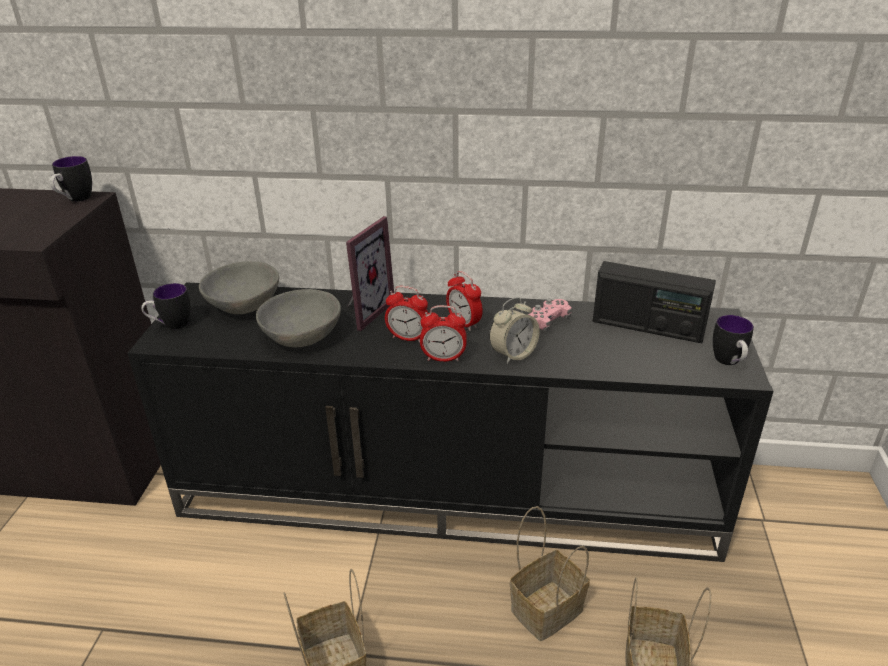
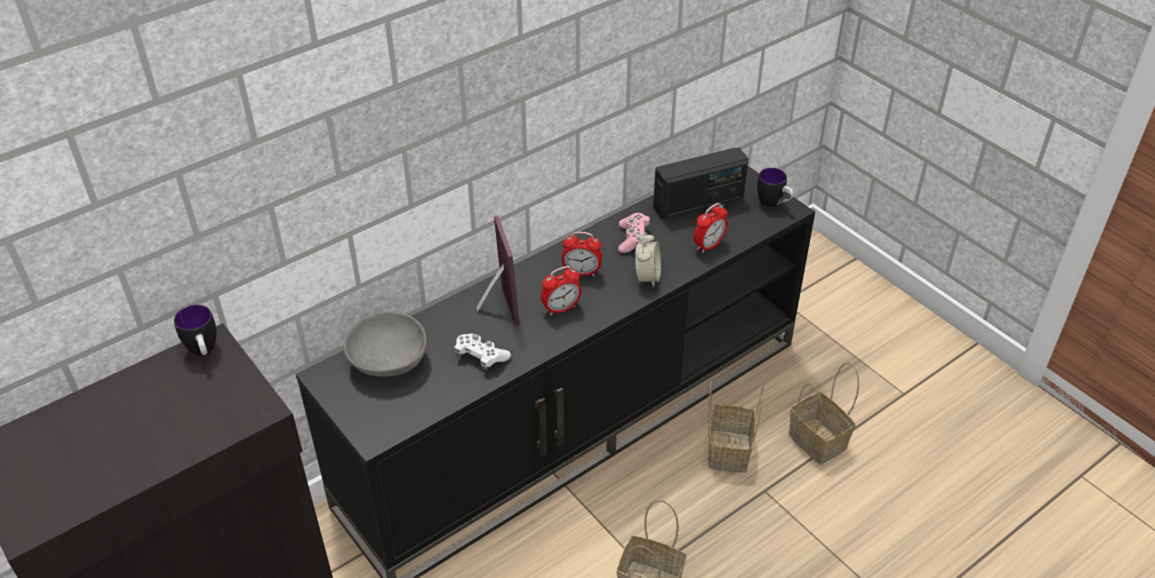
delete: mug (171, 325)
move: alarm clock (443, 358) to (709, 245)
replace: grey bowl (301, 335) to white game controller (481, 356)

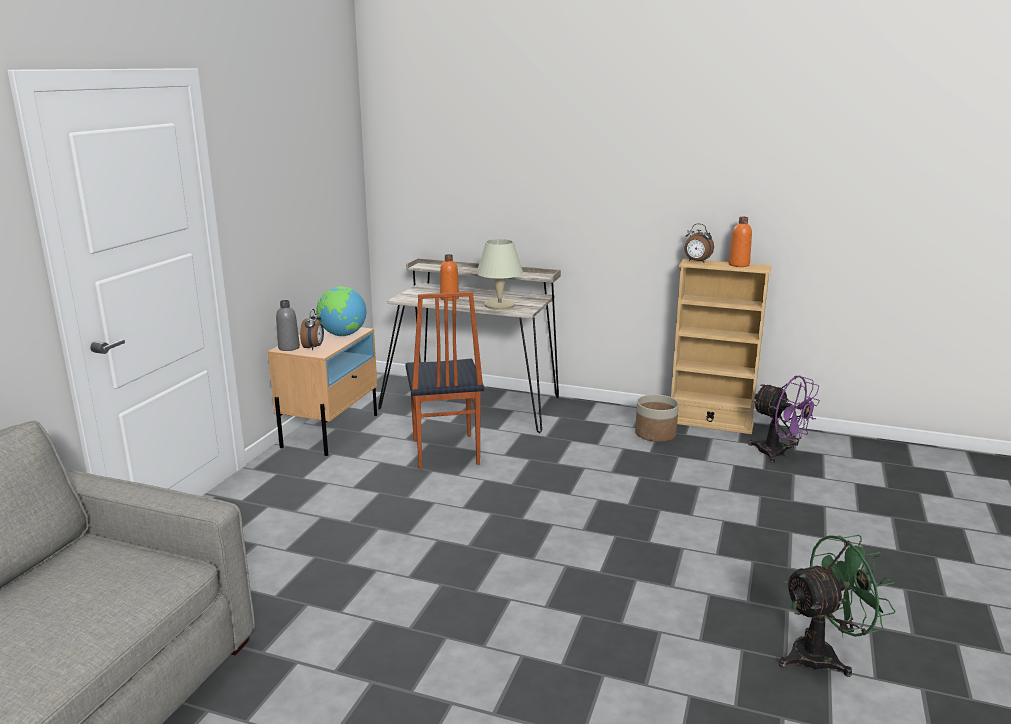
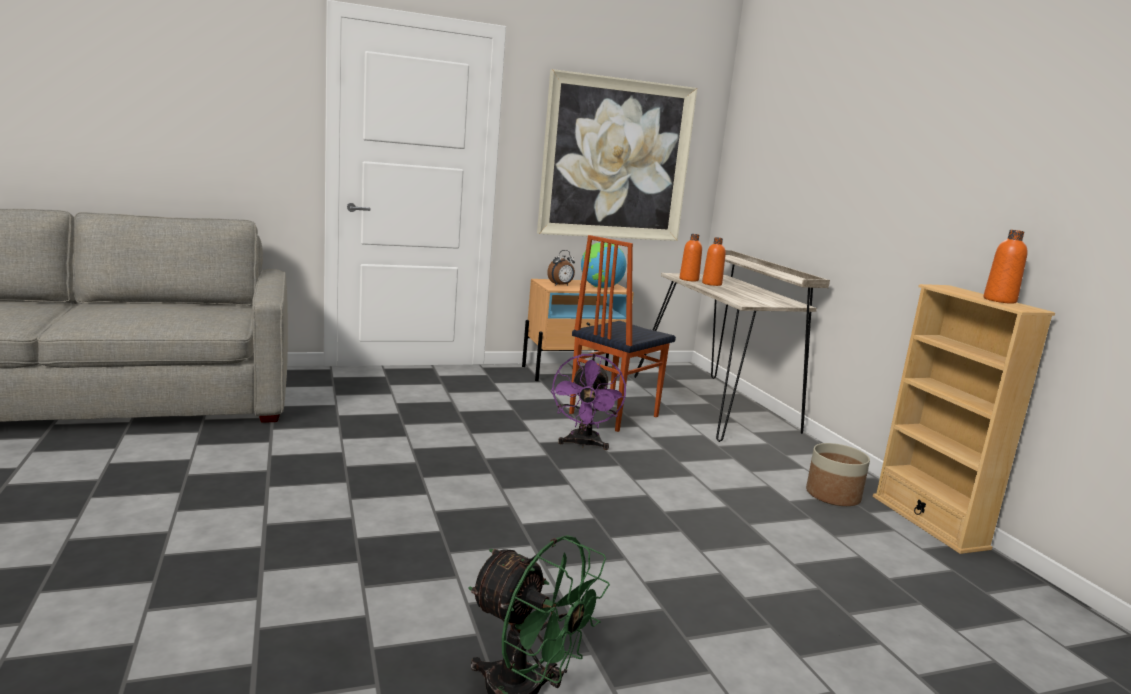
delete: alarm clock (696, 261); beige table lamp (499, 305); grey bottle (289, 348)
insert: picture (616, 160); orange bottle (689, 279)
move: purple fan (778, 454) to (583, 444)

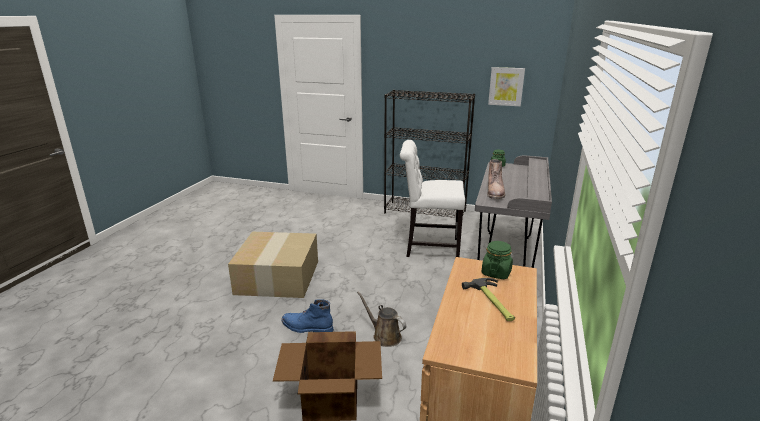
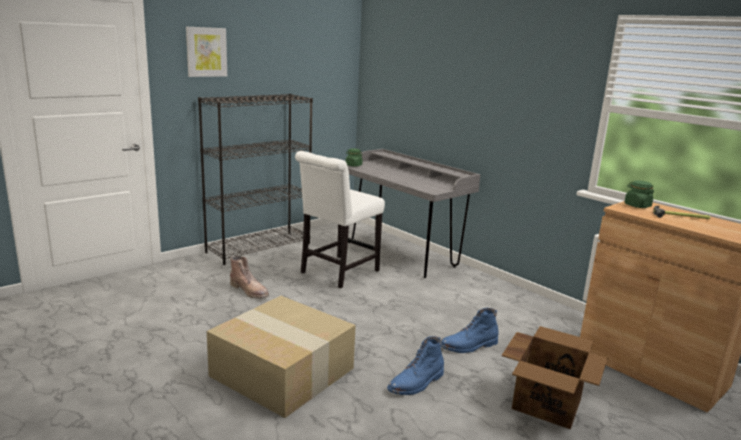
move: picture (506, 86) to (206, 52); brown boot (495, 192) to (250, 291)
replace: brown watering can (384, 336) to blue boot (469, 346)

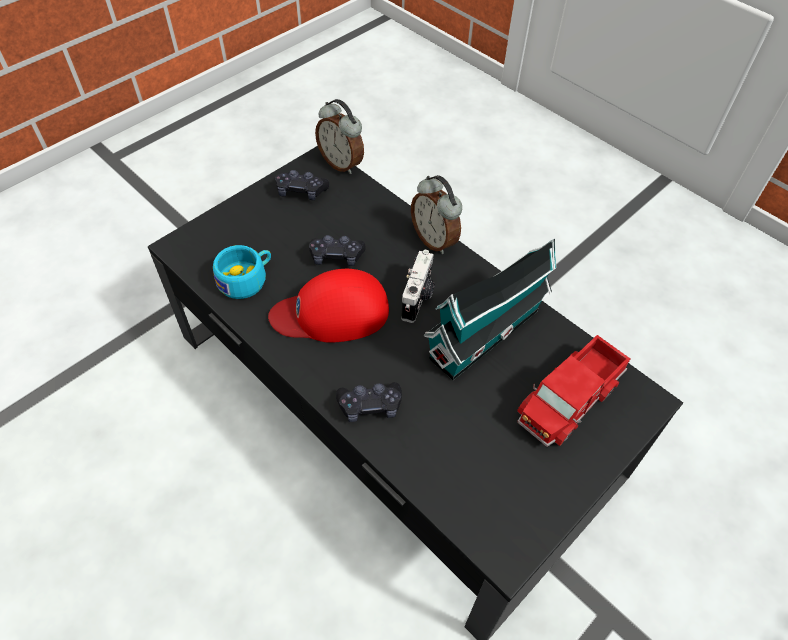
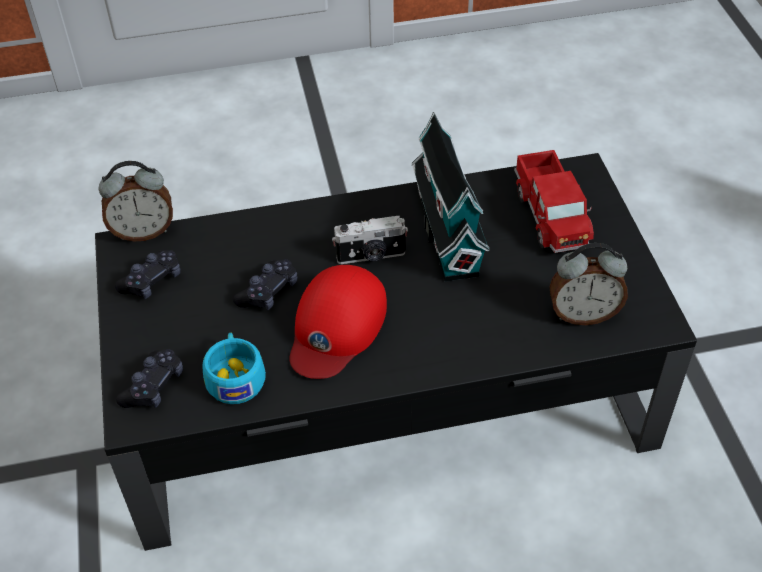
move: alarm clock (435, 240) to (583, 314); black game controller (370, 406) to (153, 386)
rotate: photo camera (418, 298) = (371, 256) 120 degrees clockwise

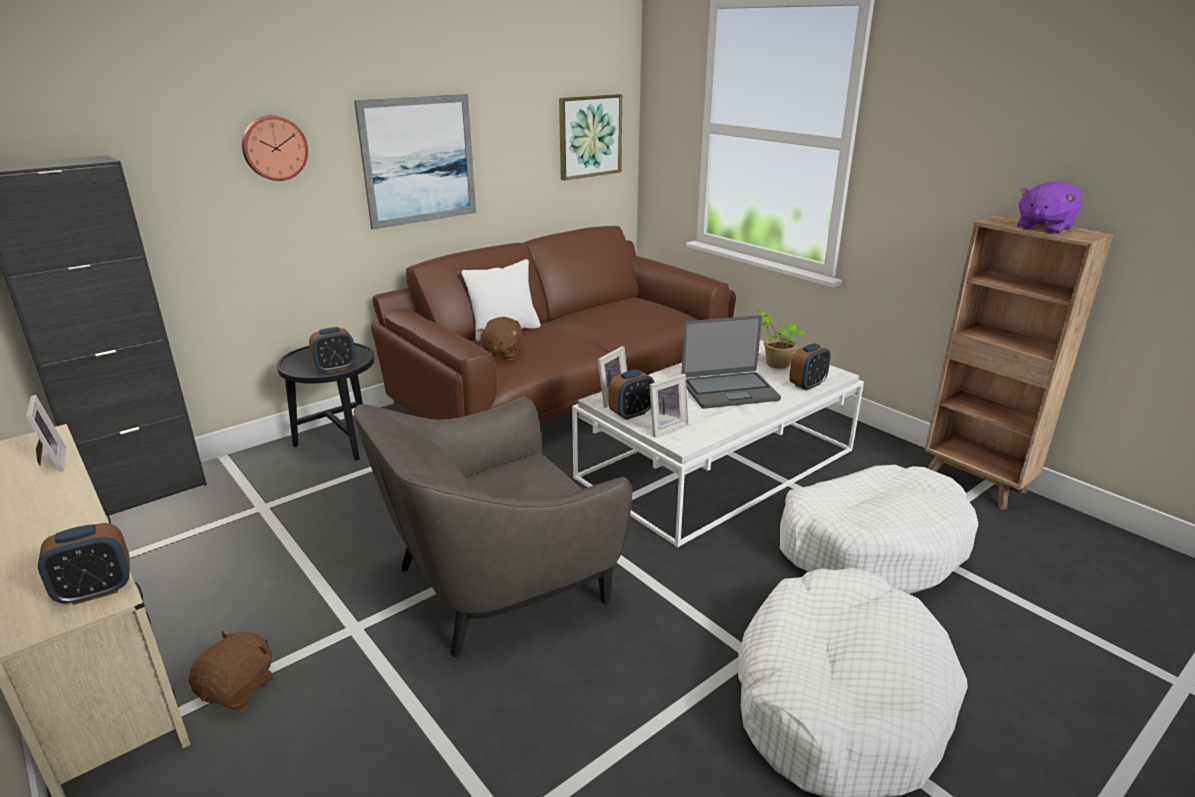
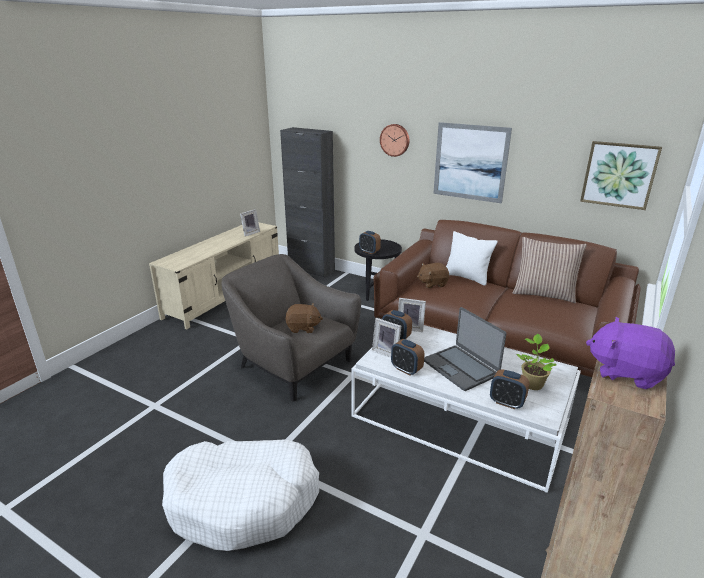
delete: white dog bed (872, 546)
insert: pillow (544, 294)
move: alarm clock (96, 591) to (406, 370); brown plush toy (239, 688) to (303, 328)

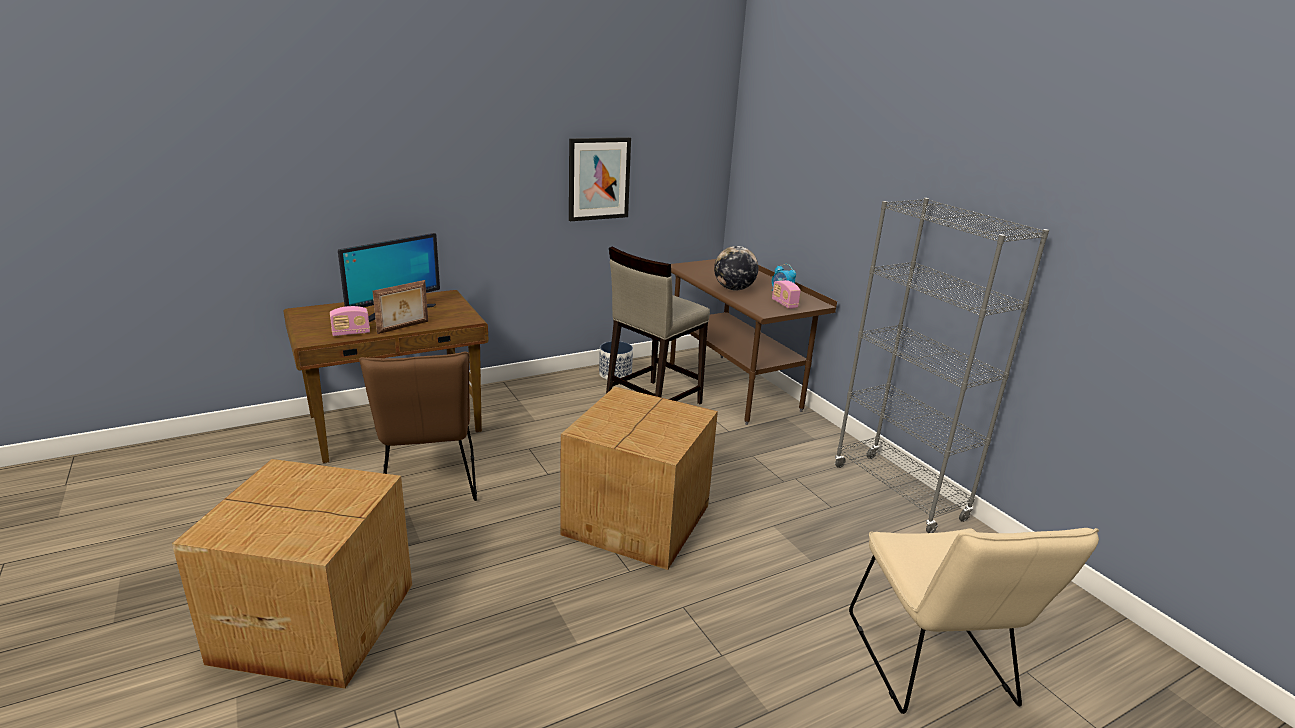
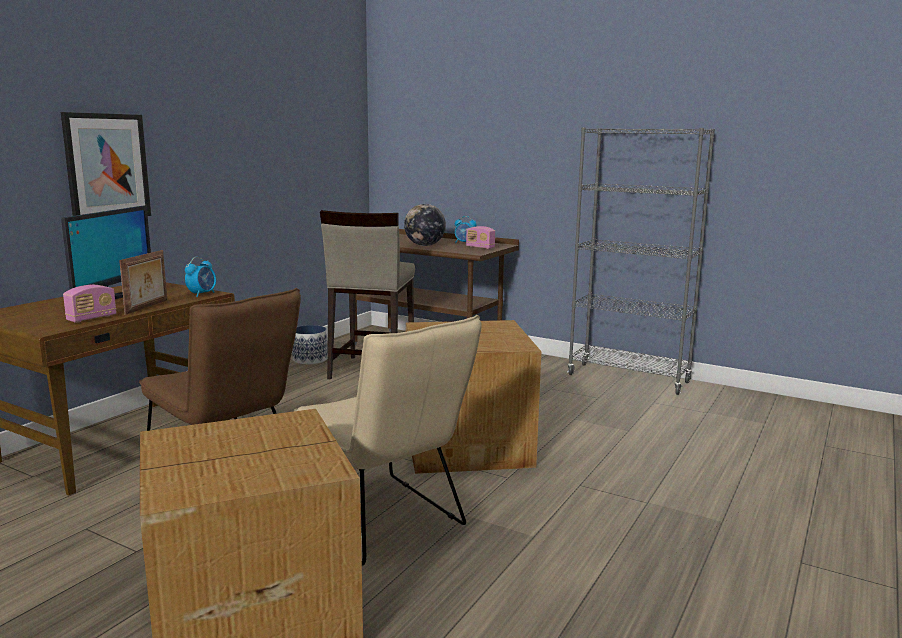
insert: alarm clock (202, 294)
move: picture (599, 179) to (107, 167); beige chair (934, 667) to (385, 522)

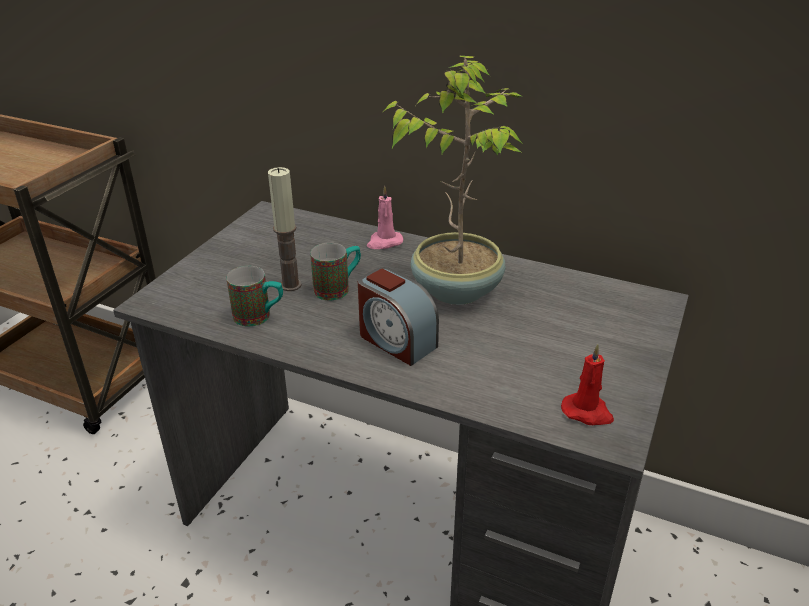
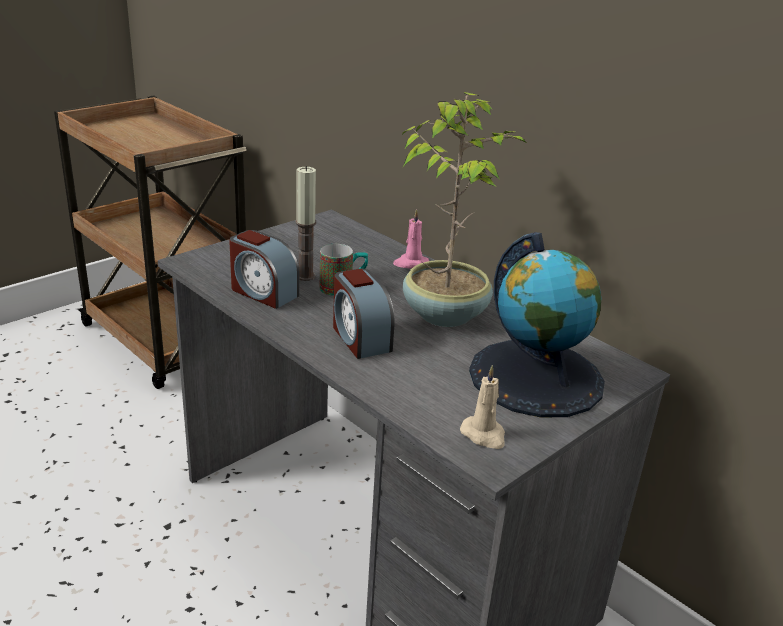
insert: globe (536, 377)
replace: mug (259, 317) to alarm clock (263, 292)
recolor: red candle (587, 412) to beige candle (484, 435)

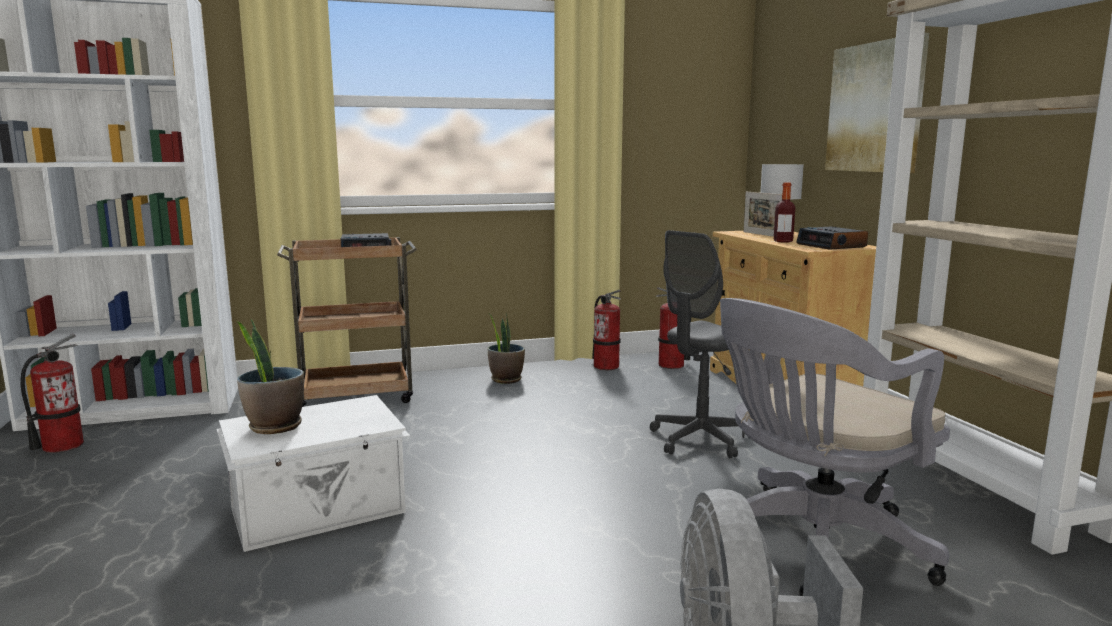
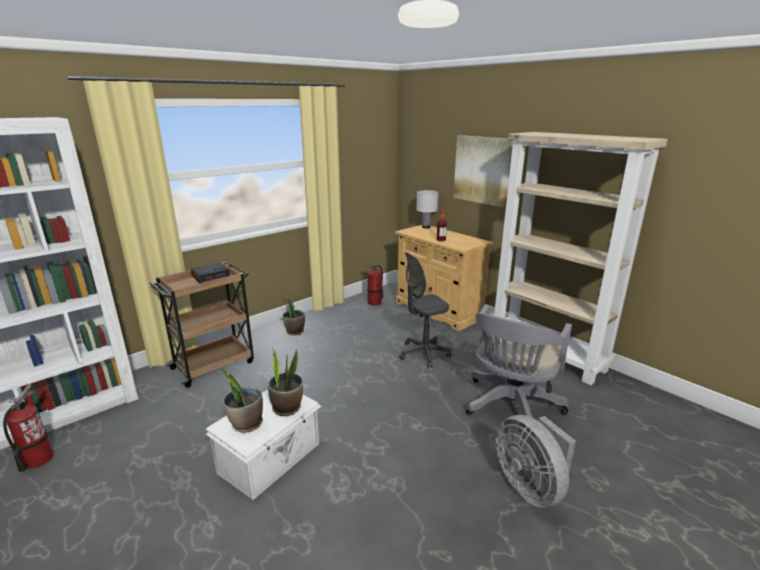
delete: picture frame (762, 234); alarm clock (832, 245); fire extinguisher (606, 366)
insert: potted plant (287, 407)
rotate: grey office chair (699, 440) = (424, 354) 45 degrees clockwise

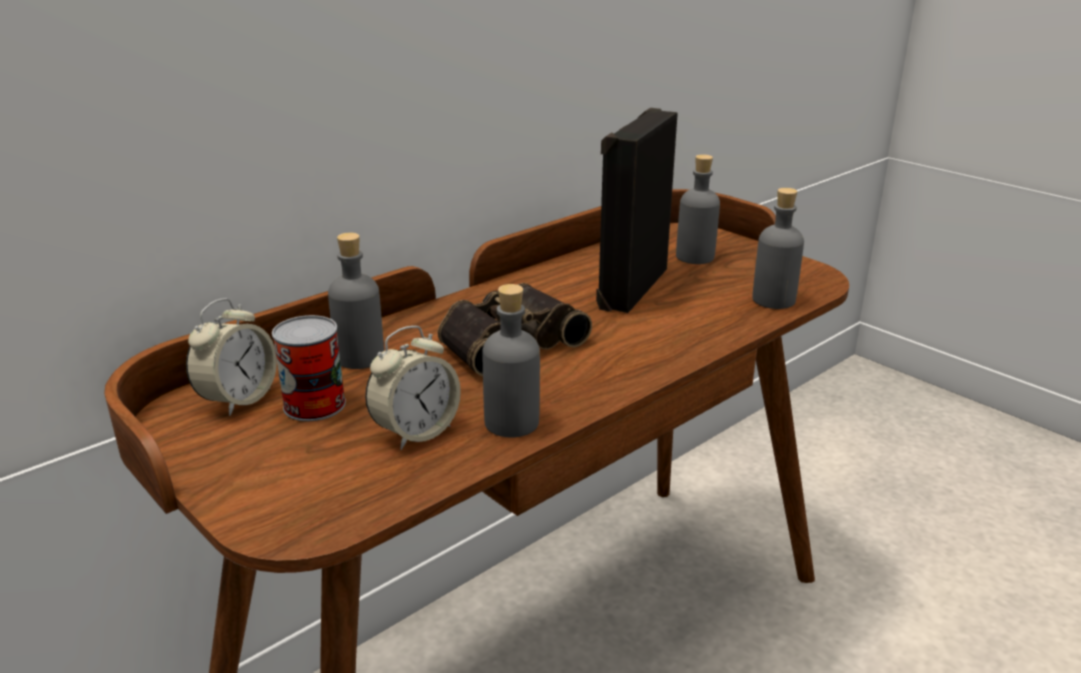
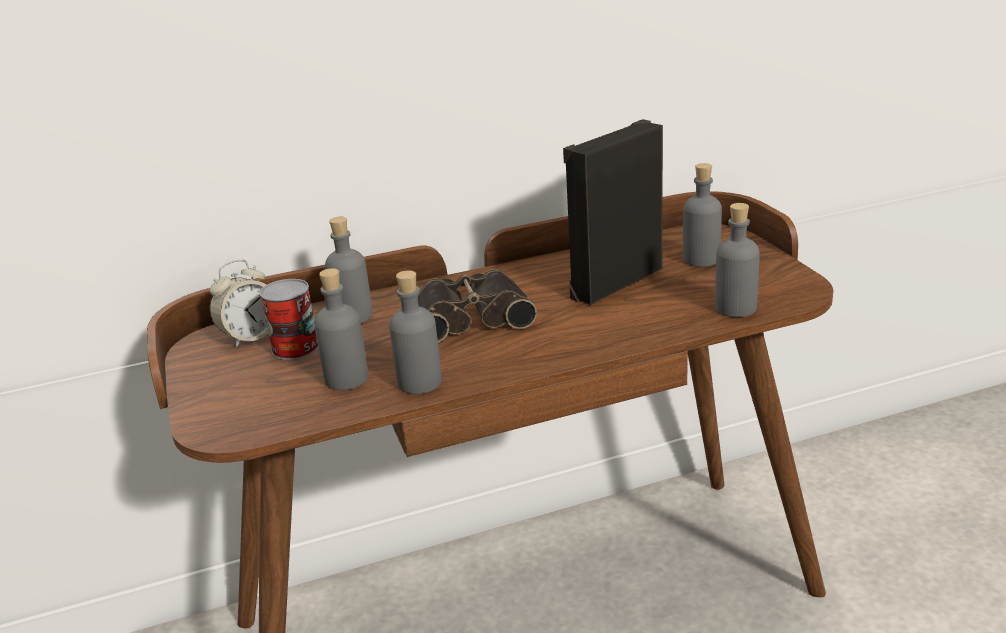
replace: alarm clock (416, 432) to grey bottle (347, 379)

